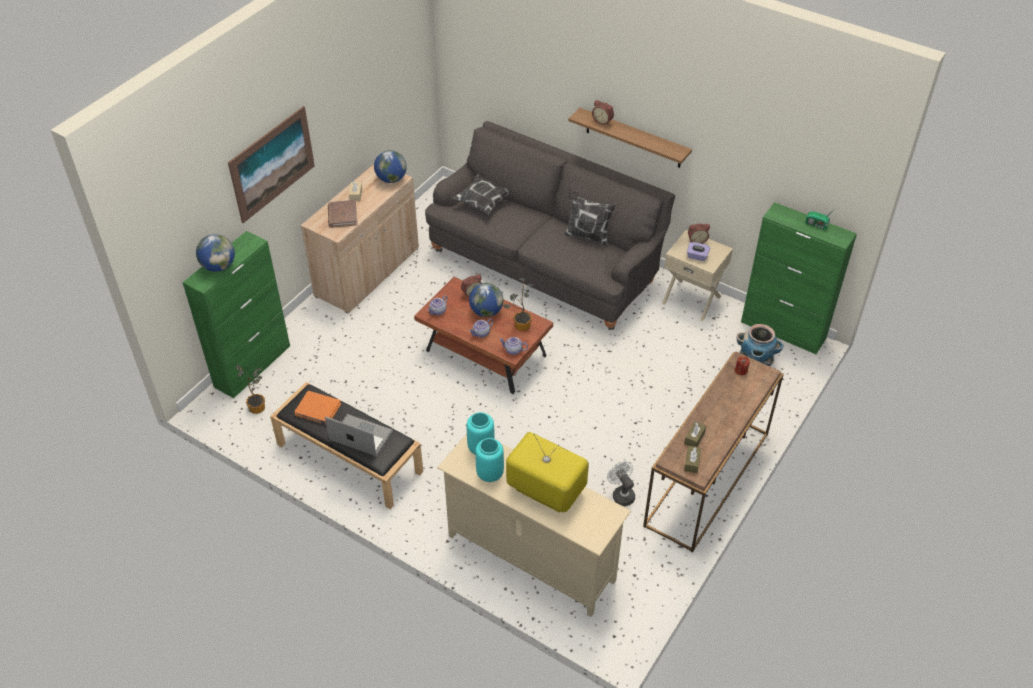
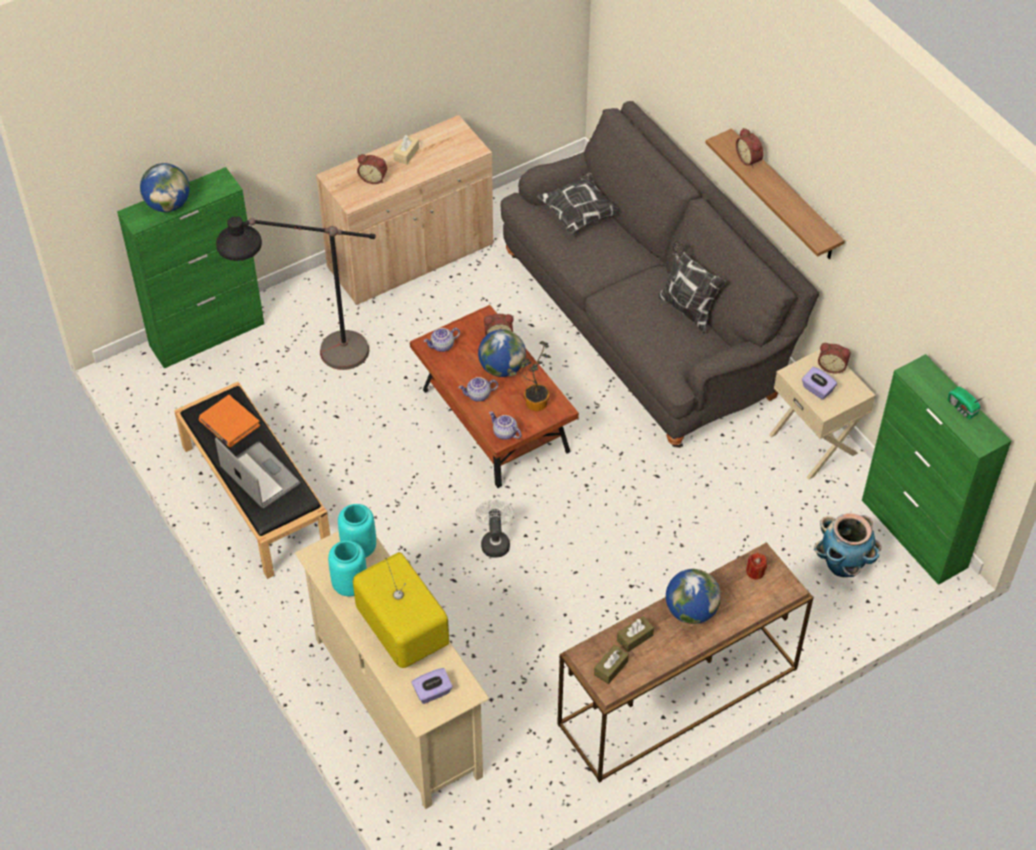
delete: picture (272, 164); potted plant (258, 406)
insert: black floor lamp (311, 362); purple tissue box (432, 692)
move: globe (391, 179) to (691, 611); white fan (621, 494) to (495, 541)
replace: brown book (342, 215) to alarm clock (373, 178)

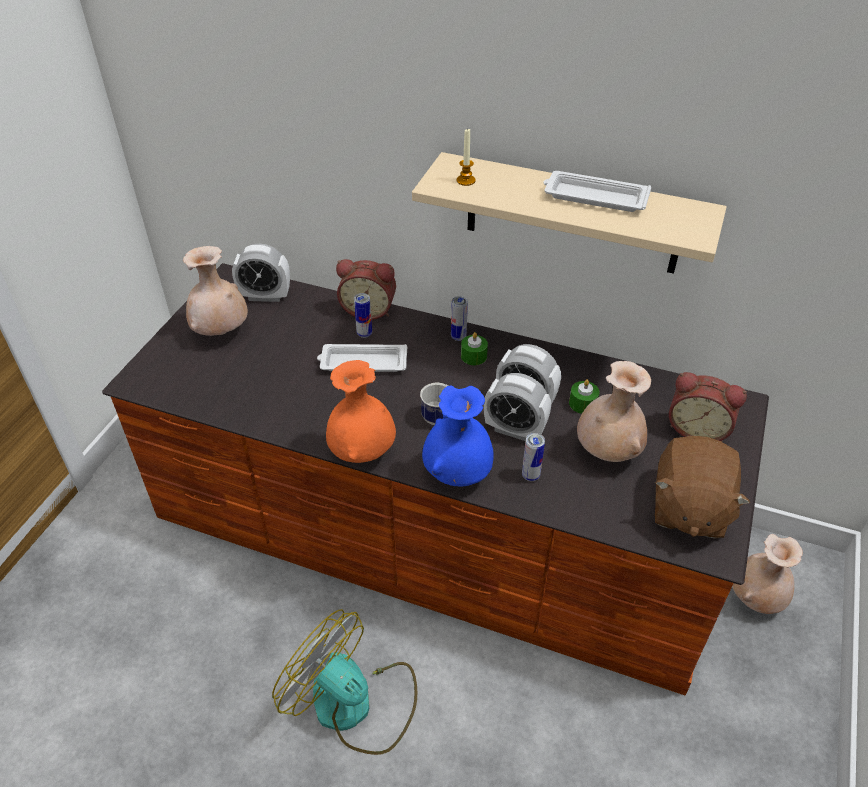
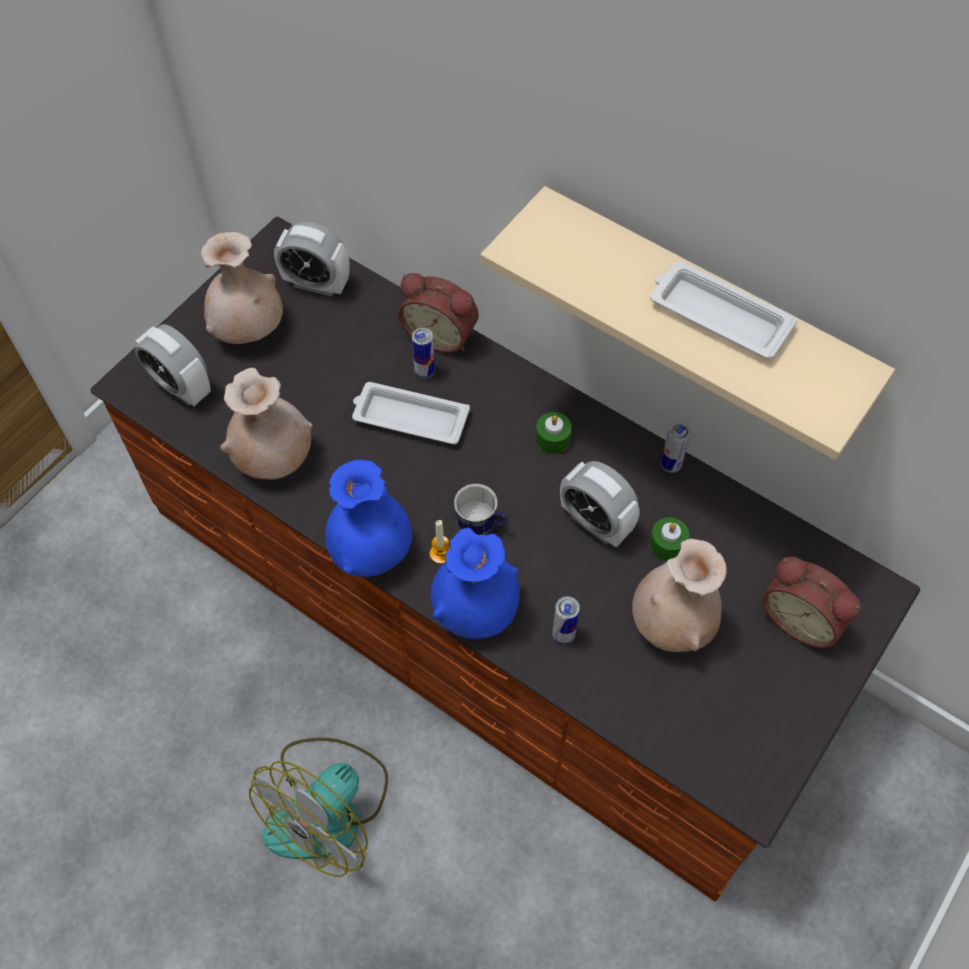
delete: brown plush toy (688, 508)
move: candle (466, 180) to (441, 554); can (458, 337) to (670, 465); alarm clock (514, 430) to (181, 387); beige vase (755, 598) to (273, 458)
recolor: orange vase (362, 452) to blue vase (371, 551)
rotate: fan (355, 704) = (328, 808) 105 degrees counterclockwise

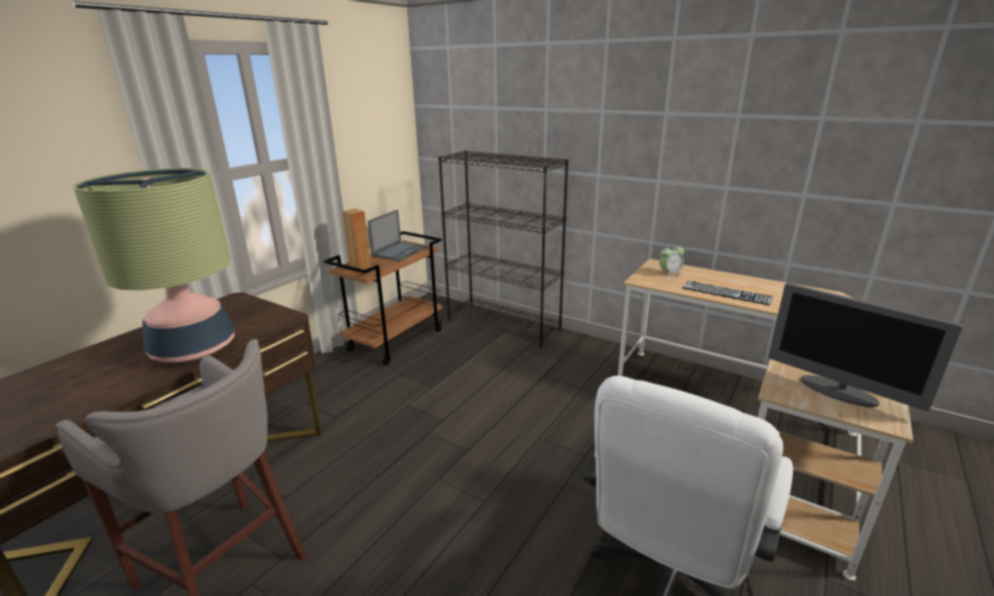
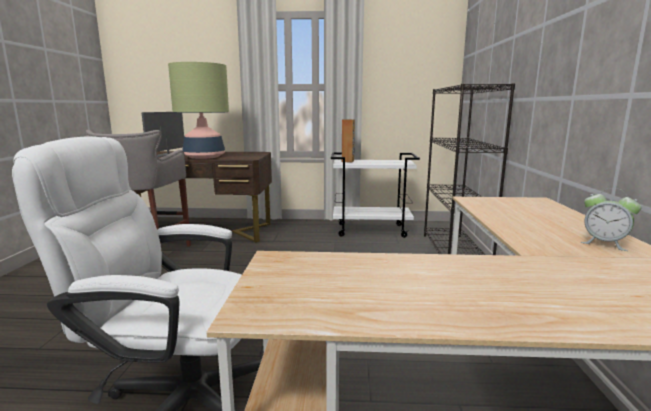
delete: laptop (400, 251); keyboard (726, 293)
move: alarm clock (670, 274) to (604, 244); monitor (838, 391) to (167, 155)
recolor: brown cart (396, 340) to white cart (372, 230)

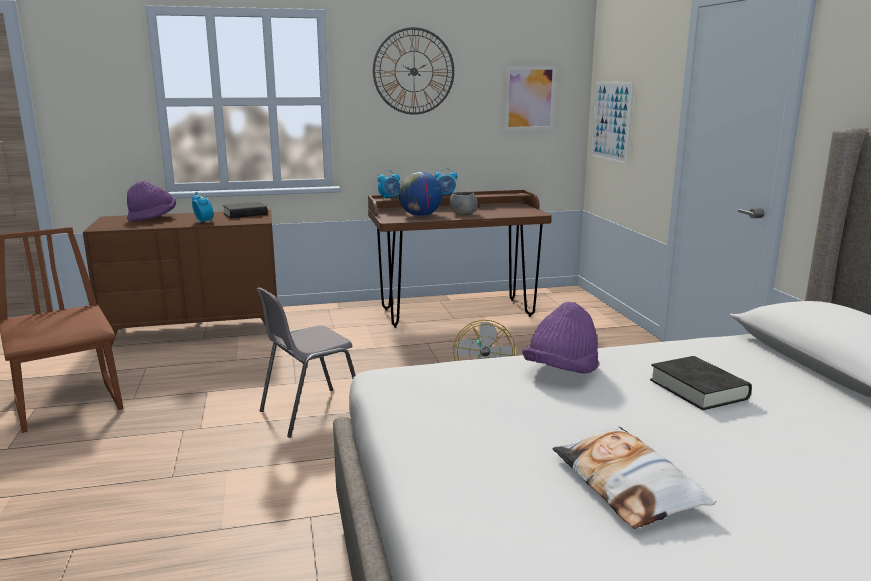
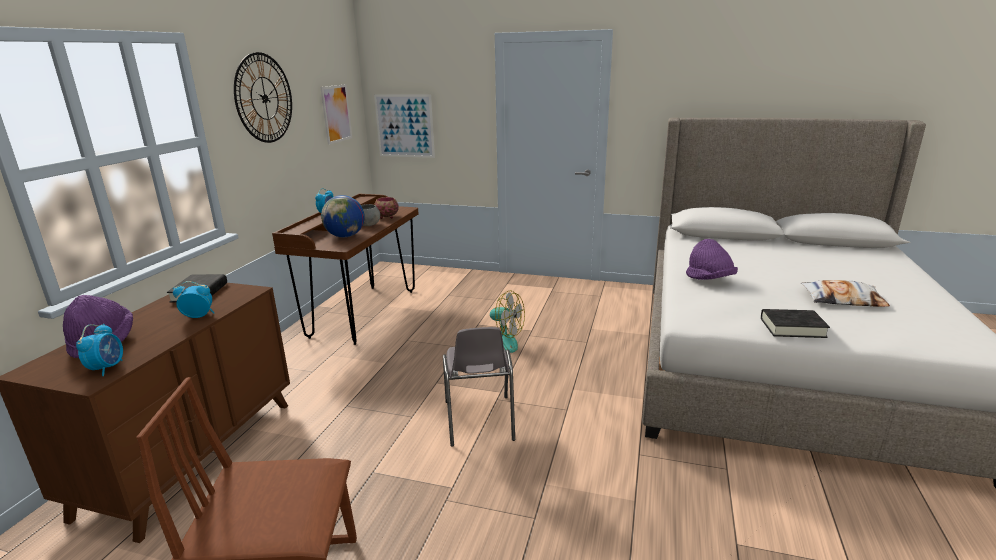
insert: bowl (386, 217)
move: alarm clock (390, 198) to (107, 368); black book (698, 389) to (792, 328)

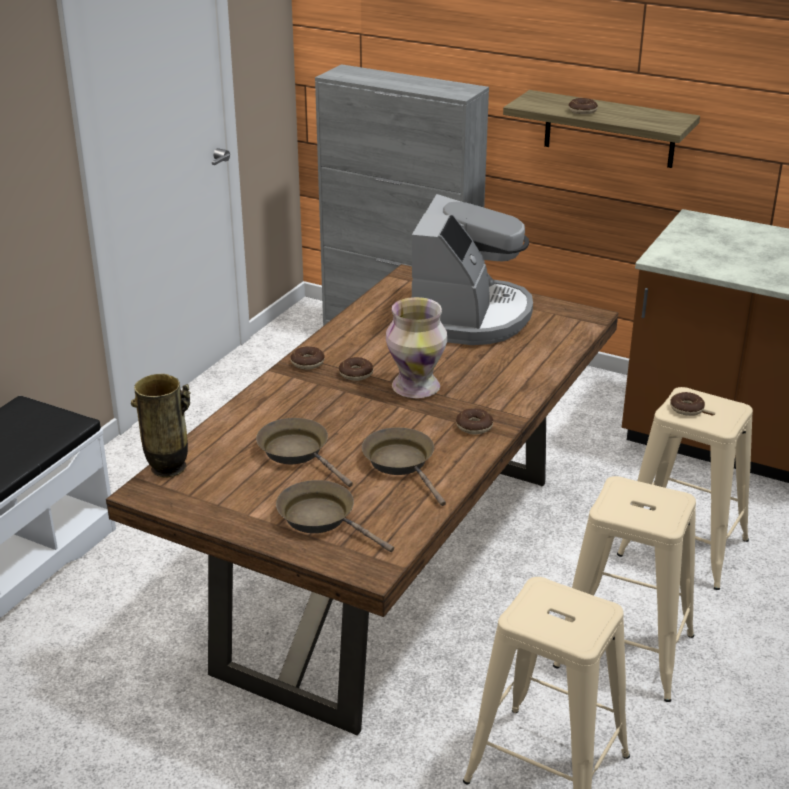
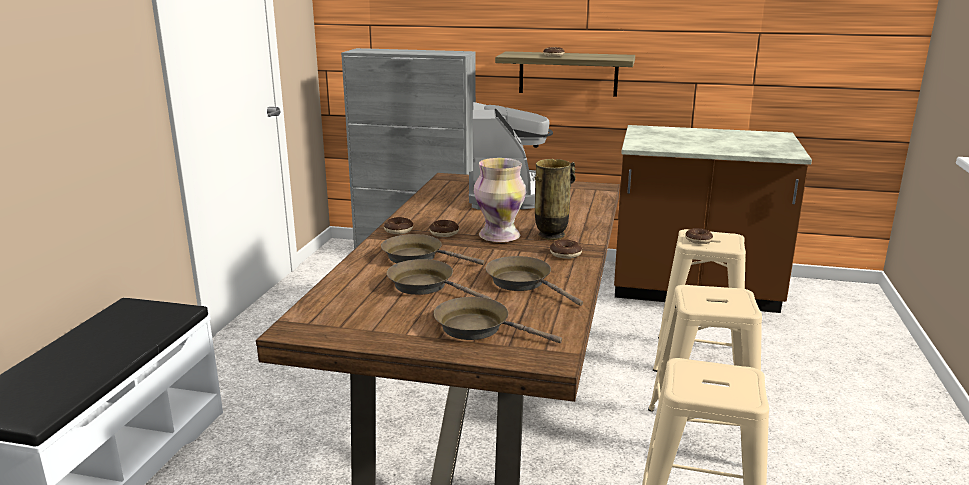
insert: brown frying pan (417, 257)
move: vase (168, 468) to (551, 235)

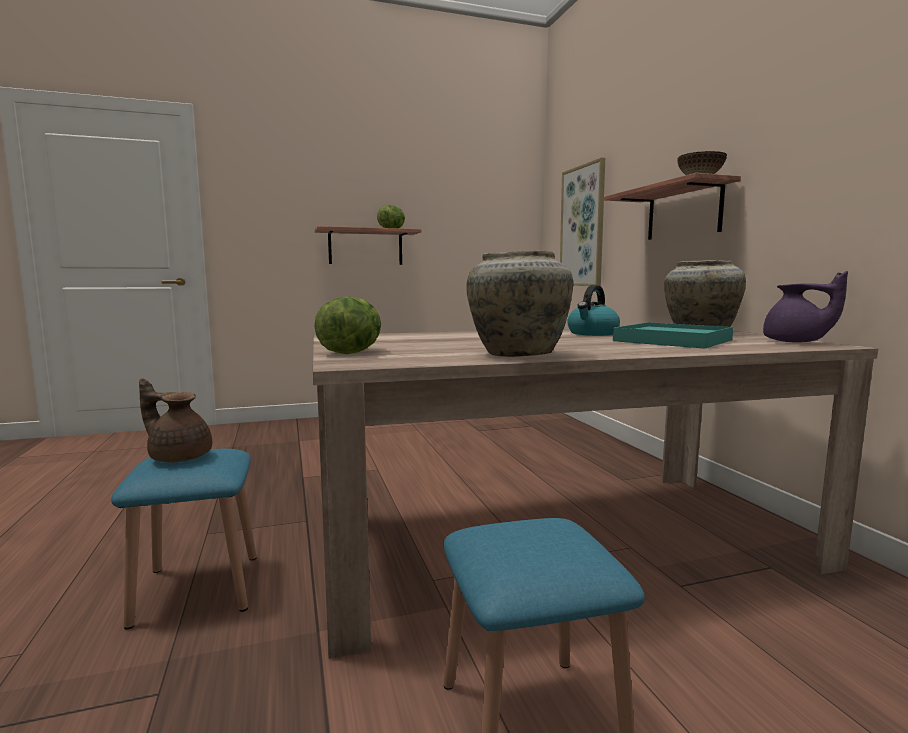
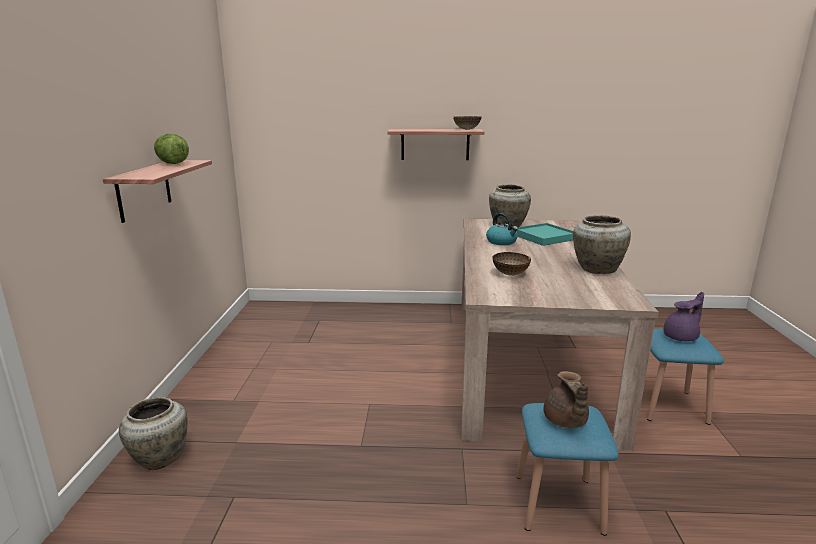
delete: picture (583, 226); lettuce (351, 353)
insert: bowl (510, 274); beige vase (160, 457)
move: purple teapot (795, 342) to (681, 337)
rotate: brown teapot (179, 457) = (565, 421) 45 degrees counterclockwise

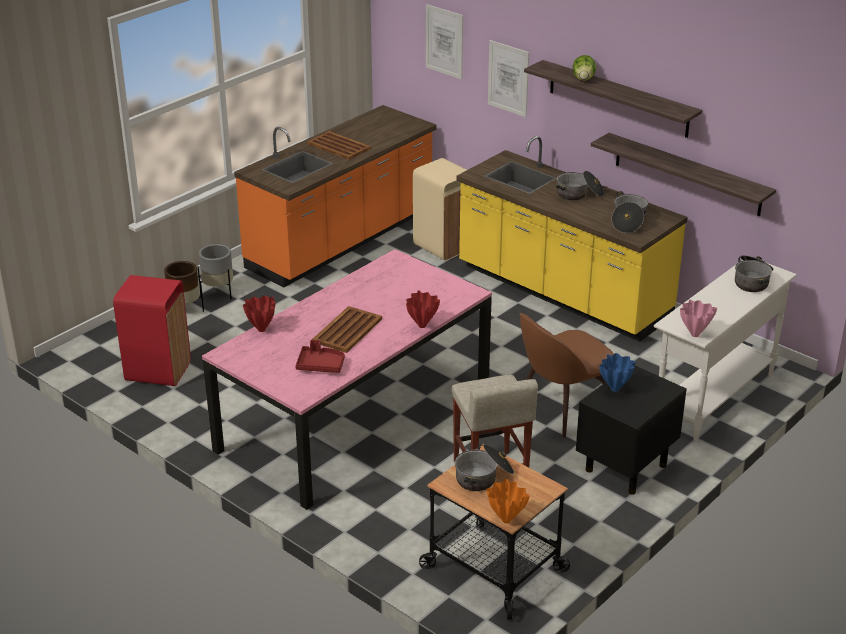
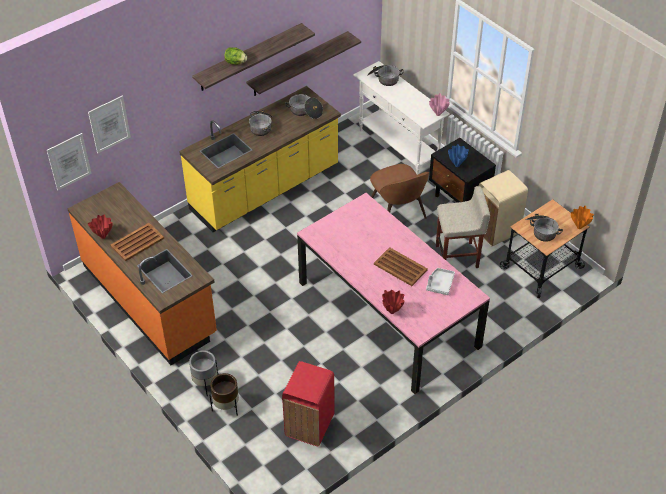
move: picture (508, 78) to (69, 161); beige trash can (443, 246) to (497, 231); red vase (422, 326) to (103, 237)
recolor: red tray (320, 365) to grey tray (440, 284)

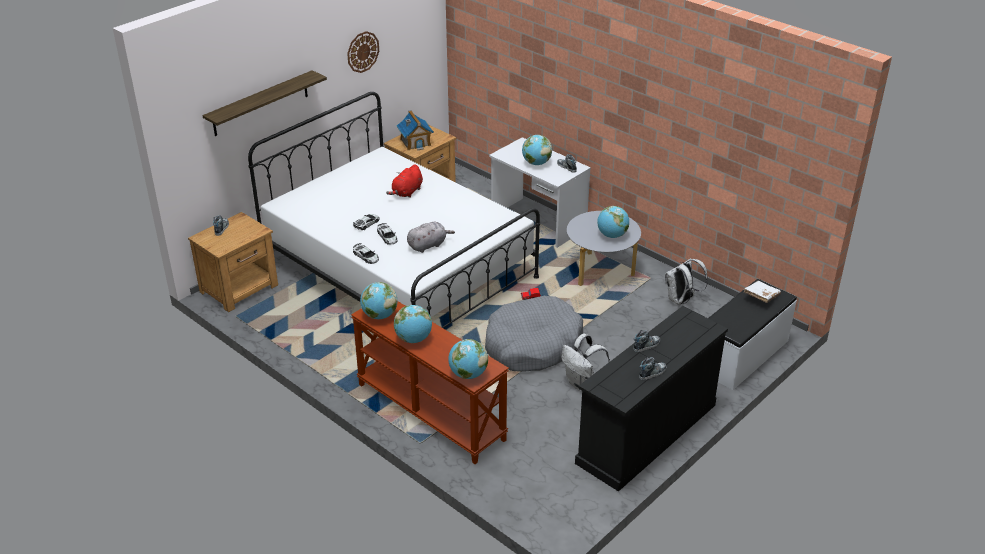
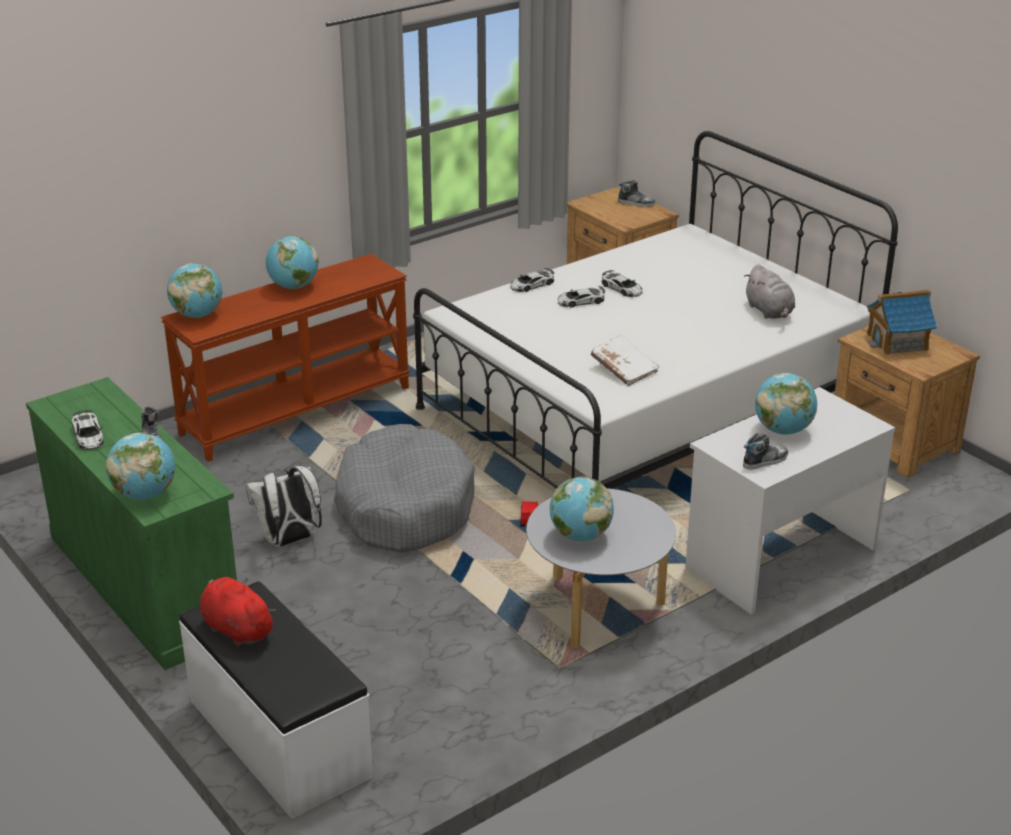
delete: wall clock (362, 52); shelf (260, 103); white backpack (681, 300)
move: red plush toy (407, 192) to (236, 629); grey plush toy (428, 245) to (769, 312); white book (761, 297) to (624, 369); globe (379, 315) to (145, 494)
replace: shoe (652, 373) to toy car (88, 436)
recolor: black dresser (646, 434) to green dresser (144, 583)

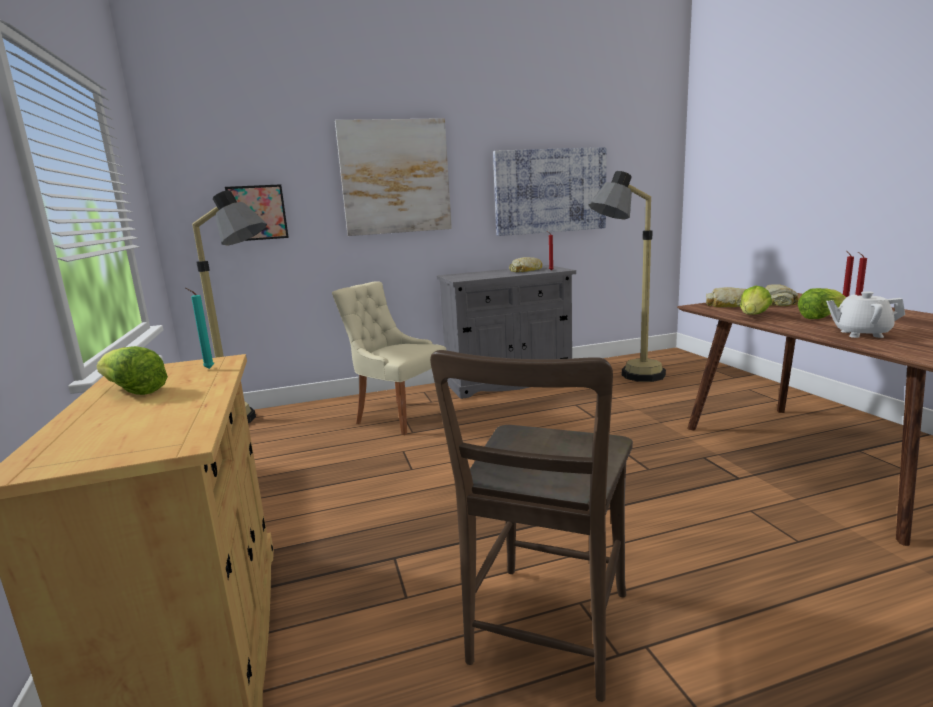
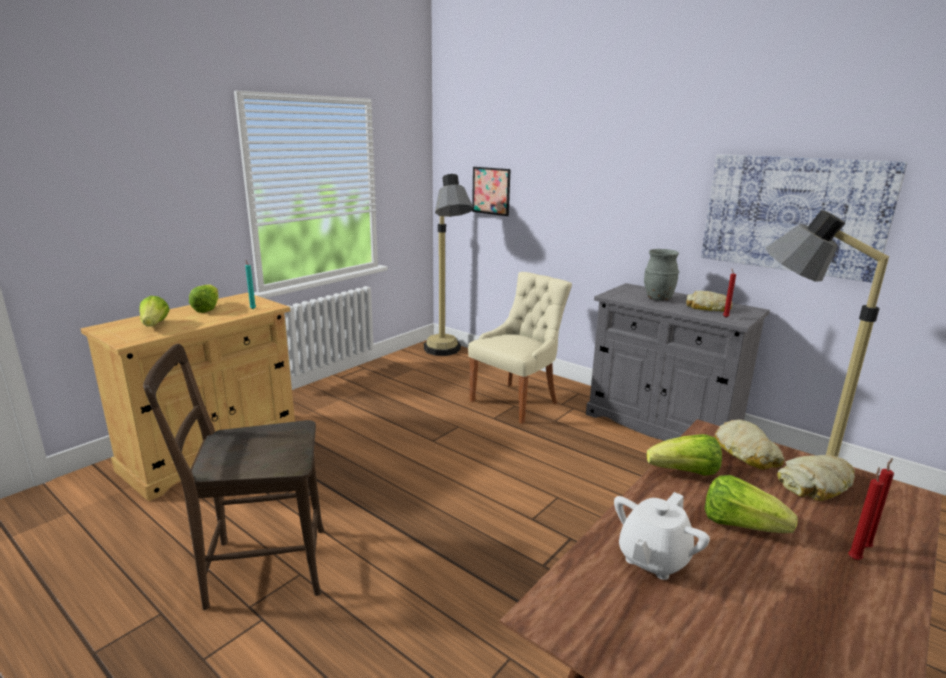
delete: picture (395, 177)
insert: grey vase (658, 299); lettuce (155, 325)
rotate: beige chair (399, 416) = (516, 401) 45 degrees clockwise; white teapot (861, 334) = (653, 559) 120 degrees counterclockwise

